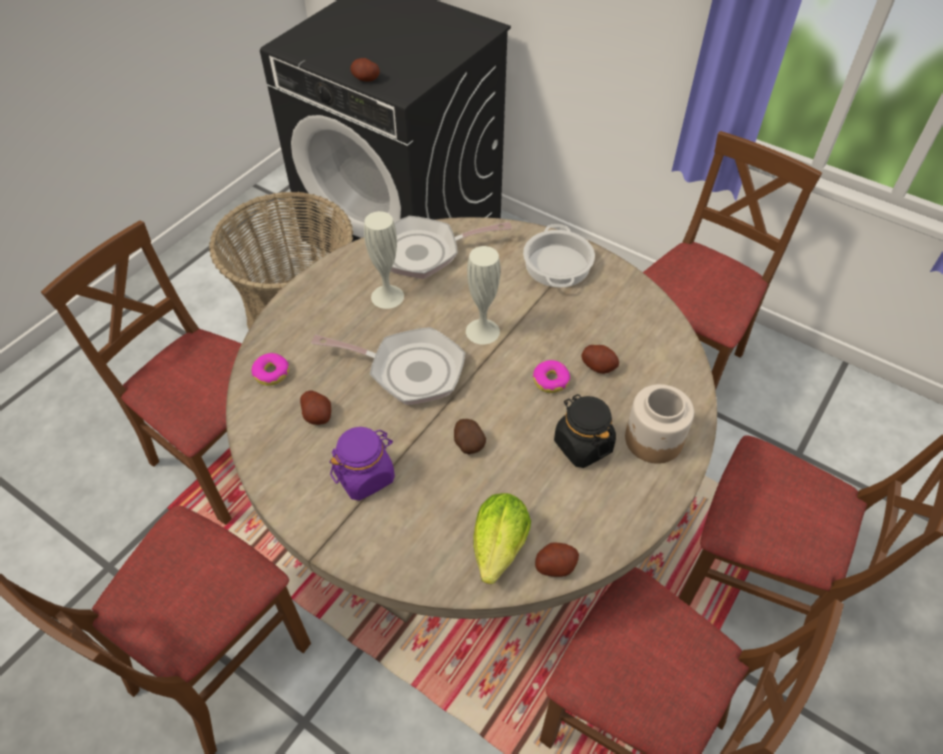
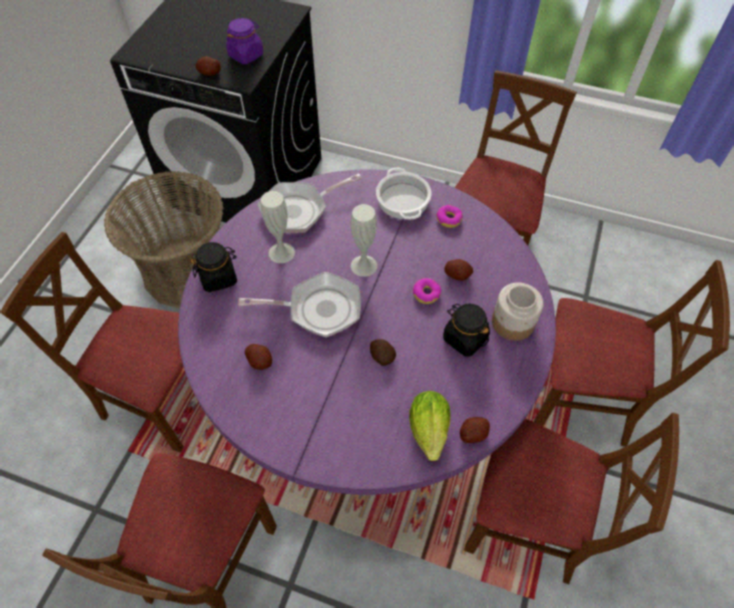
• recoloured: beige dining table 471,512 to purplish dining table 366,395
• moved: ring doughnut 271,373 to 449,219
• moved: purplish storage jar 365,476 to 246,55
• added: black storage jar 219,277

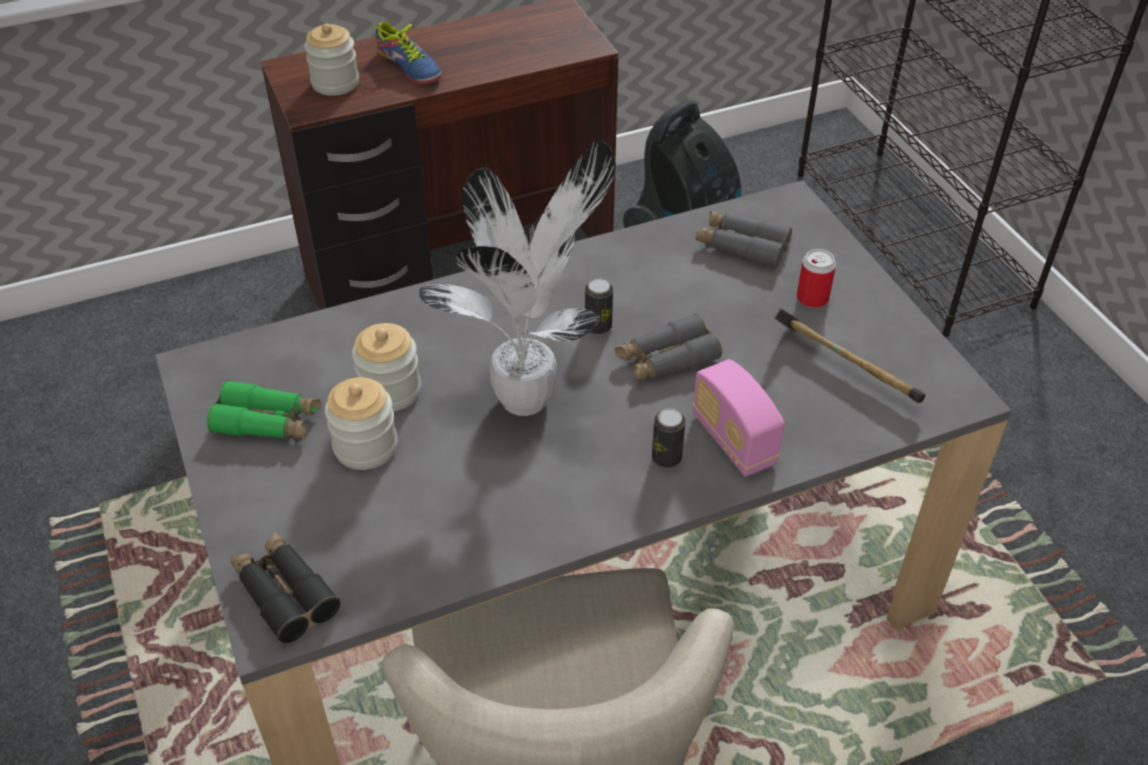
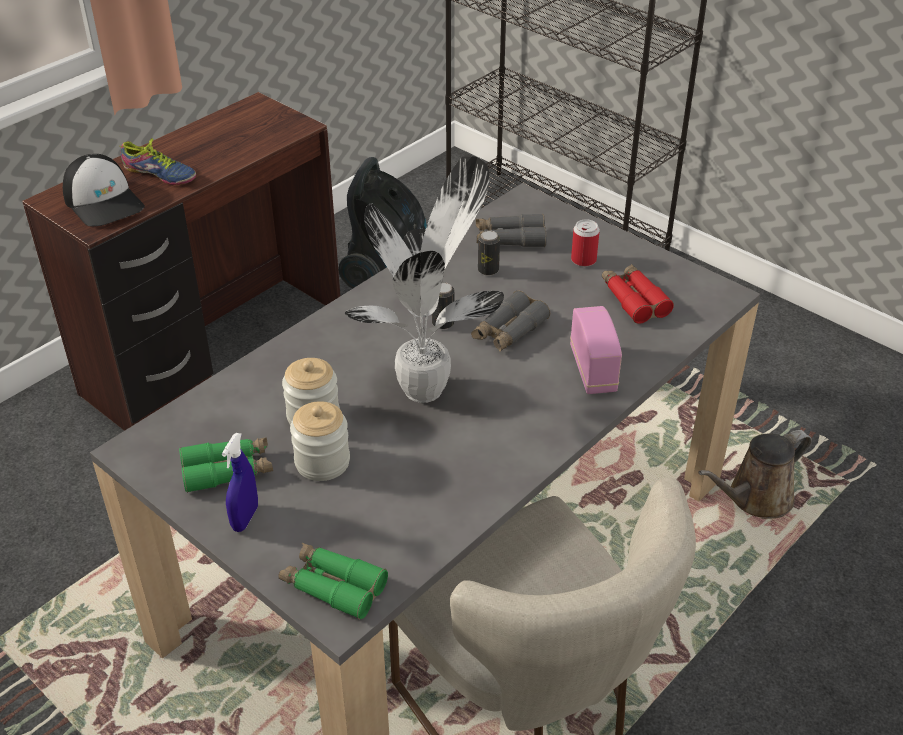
• replaced: storage jar 335,83 to cap 104,202
• replaced: tool hammer 841,367 to red binoculars 634,299
• turned: radio set 733,440 = 593,370 135 degrees counterclockwise
• moved: metal can 666,457 to 488,270
• recoloured: black binoculars 284,593 to greenish binoculars 333,586
• added: brown-coloured watering pot 755,499
• added: bluish hand sprayer 245,518

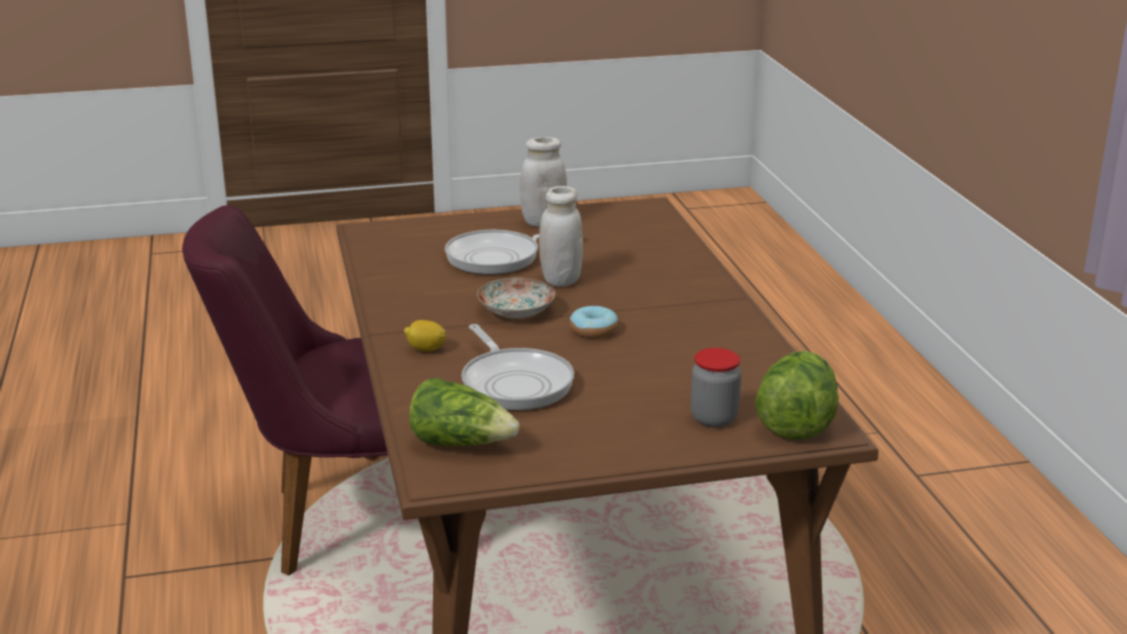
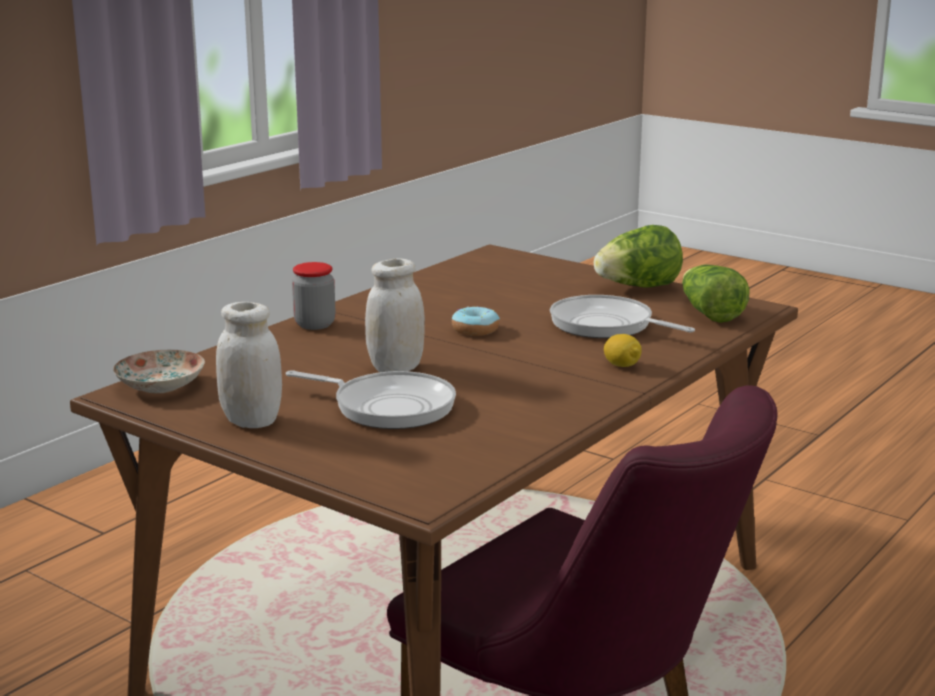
• moved: plate 517,311 to 160,385
• turned: frying pan 515,383 = 606,325 75 degrees counterclockwise
• moved: storage jar 714,418 to 315,324
• moved: lettuce head 796,423 to 638,287

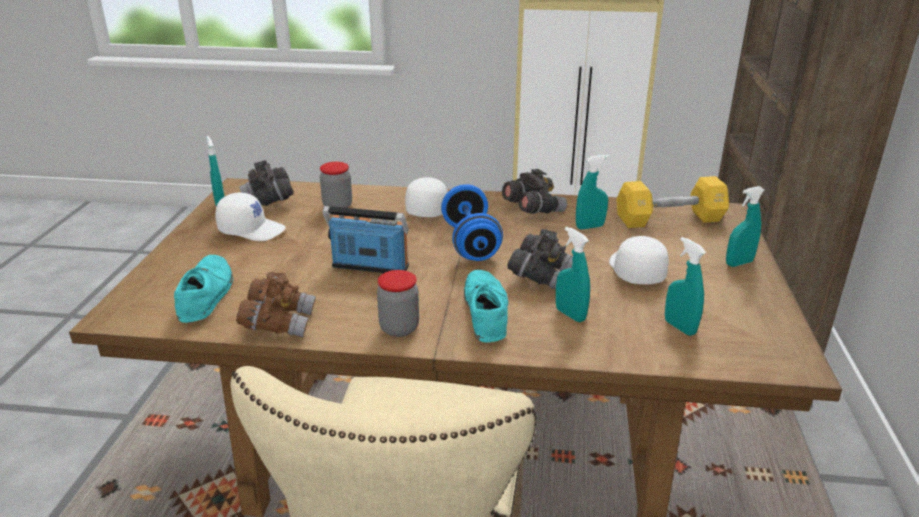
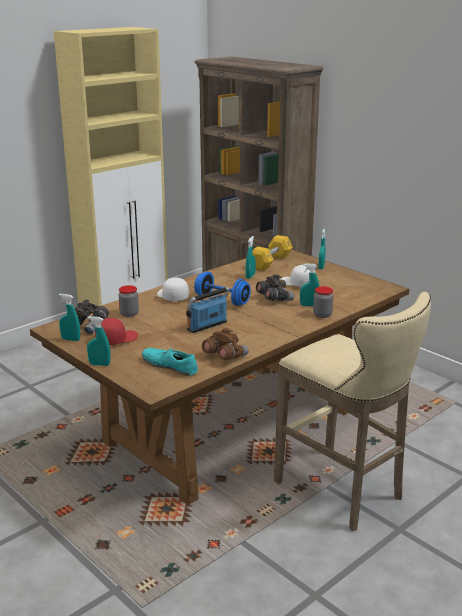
• removed: gray binoculars 532,210
• recoloured: white cap 252,229 to red cap 116,339
• moved: turquoise-coloured hand sprayer 679,327 to 99,364
• moved: storage jar 399,328 to 322,315
• removed: turquoise-coloured item of footwear 485,312

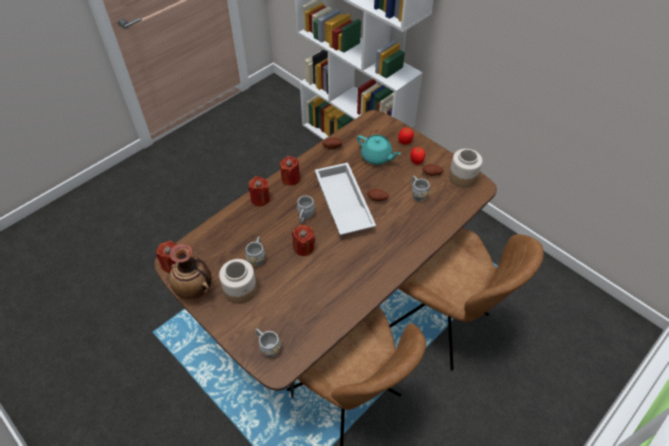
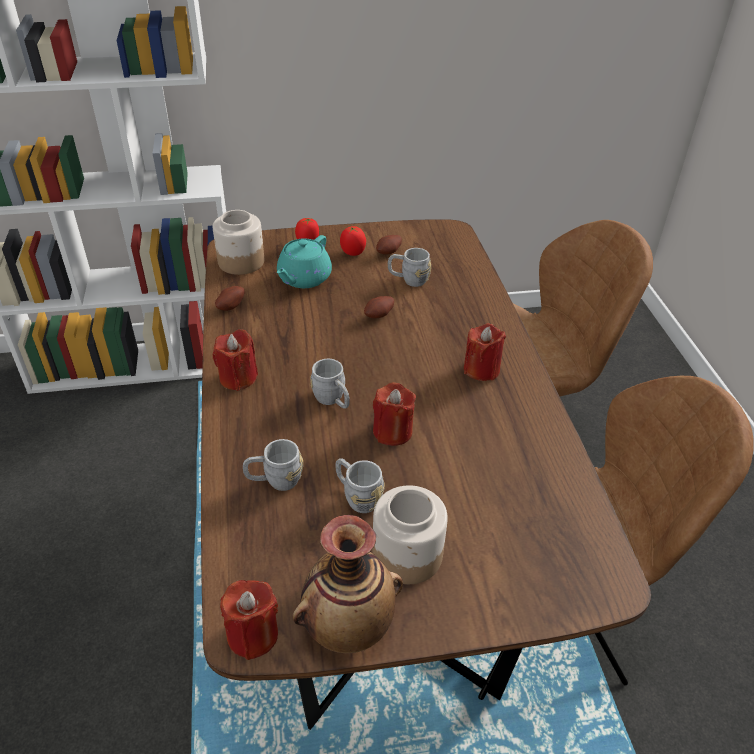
• turned: turquoise-coloured tea pot 377,157 = 303,278 135 degrees clockwise
• moved: storage jar 462,177 to 240,262
• removed: white carrying tray 342,203
• moved: red wax candle 260,199 to 481,369
• moved: gray tea mug 267,346 to 275,480

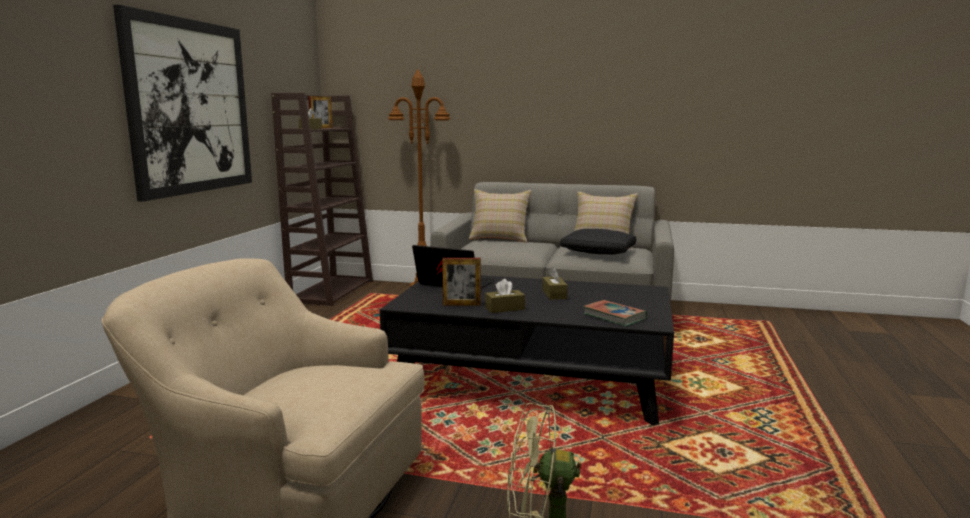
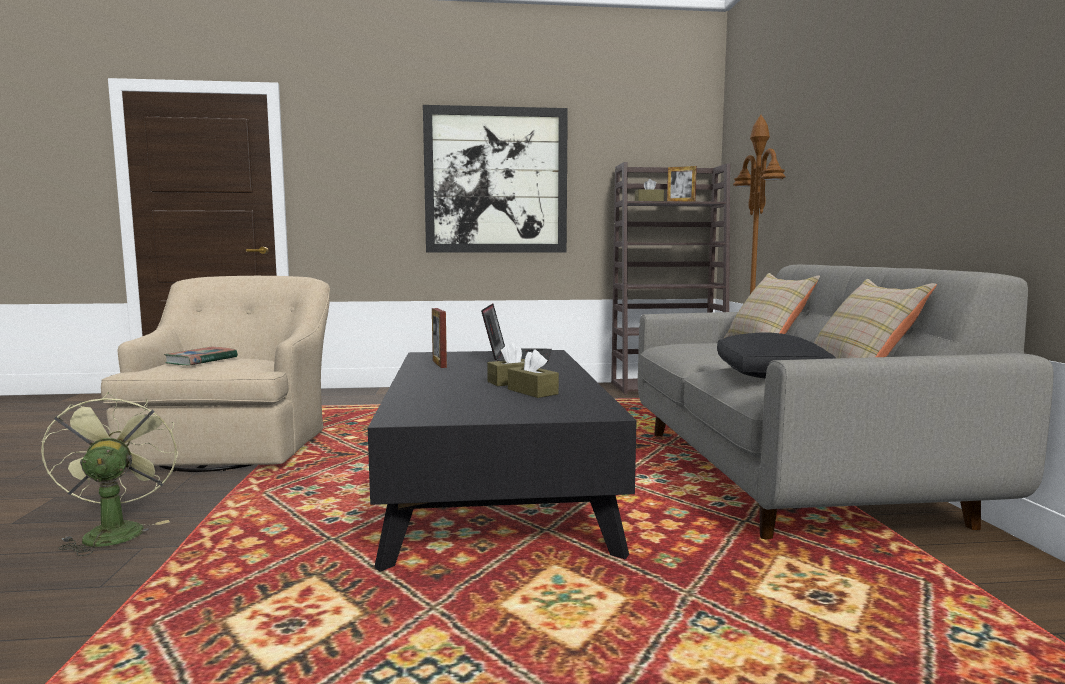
• moved: brown-coloured tissue holder 504,308 to 532,391
• moved: bound book 614,316 to 202,360

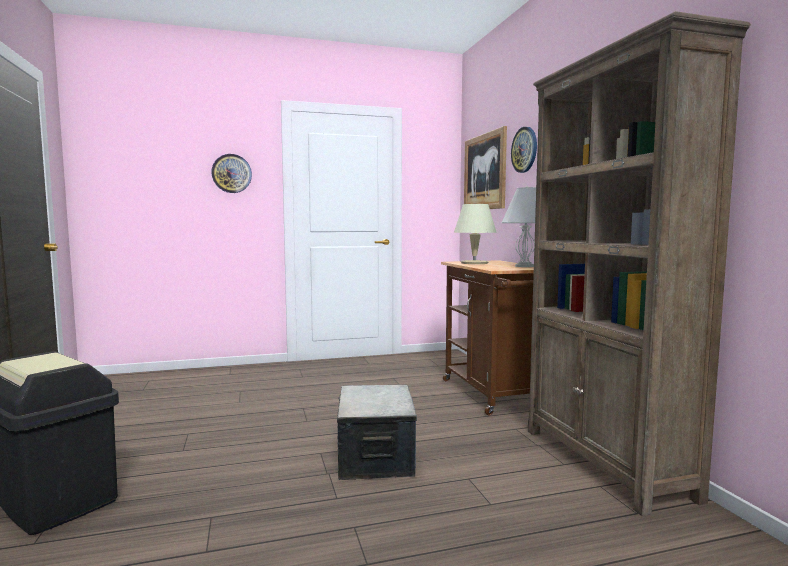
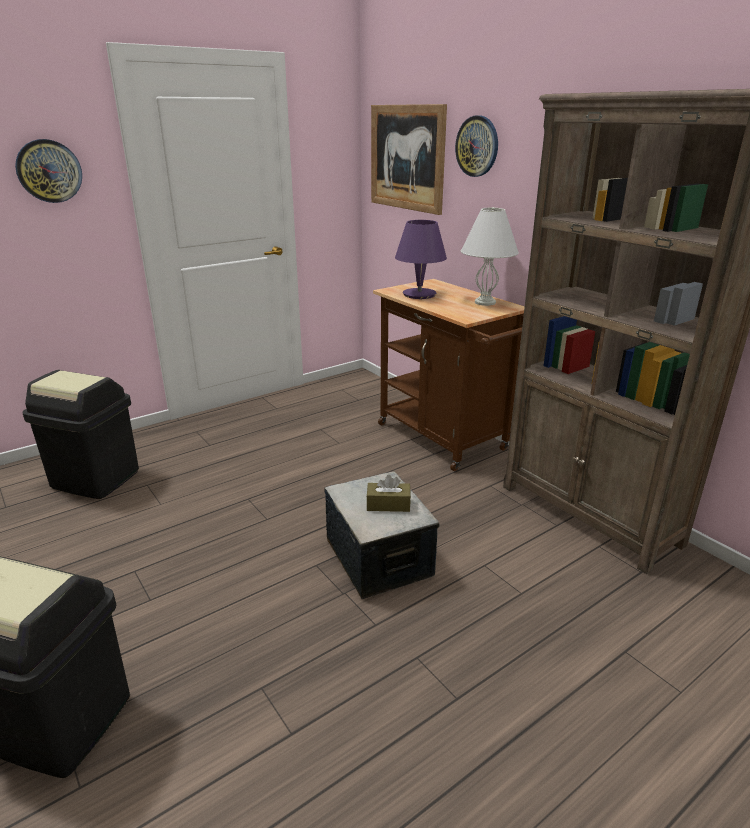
• recoloured: beige lamp for a table 474,263 to purplish lamp for a table 419,294
• added: black trash can 95,479
• added: brown-coloured tissue holder 388,504

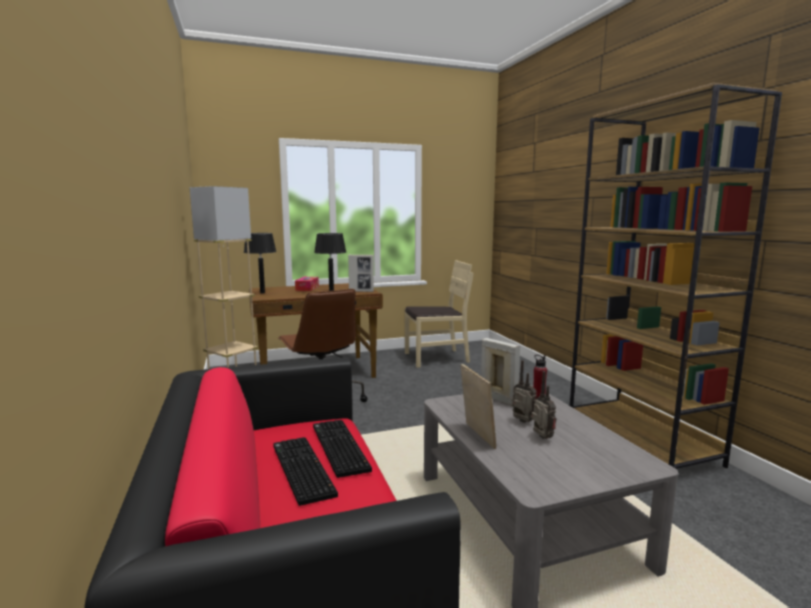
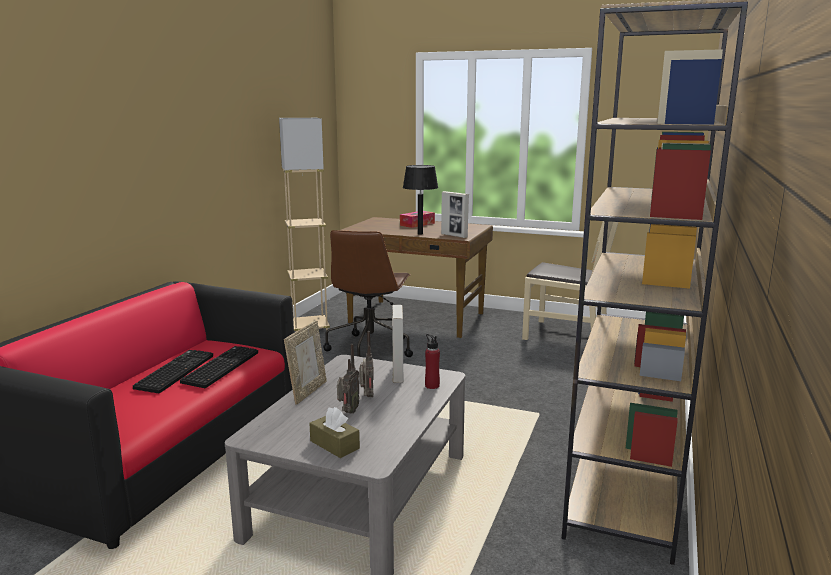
• removed: black lamp for a table 262,293
• added: brown-coloured tissue holder 334,445

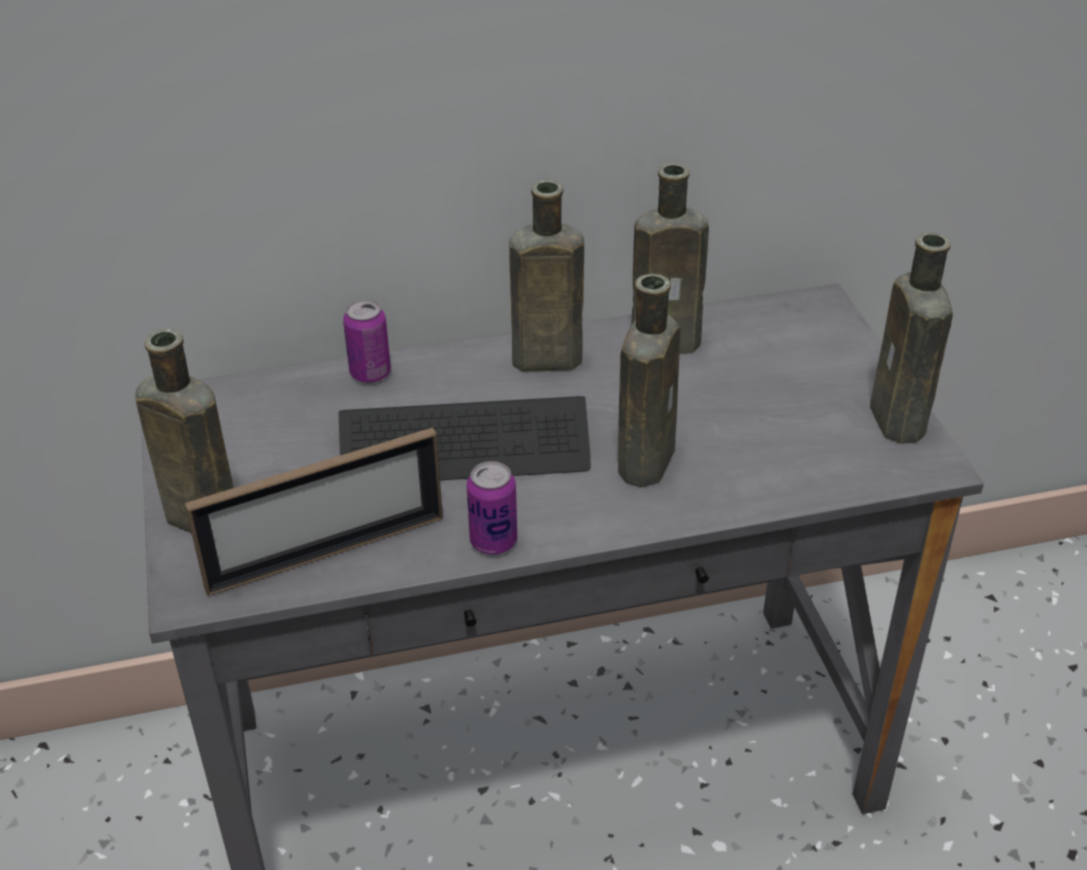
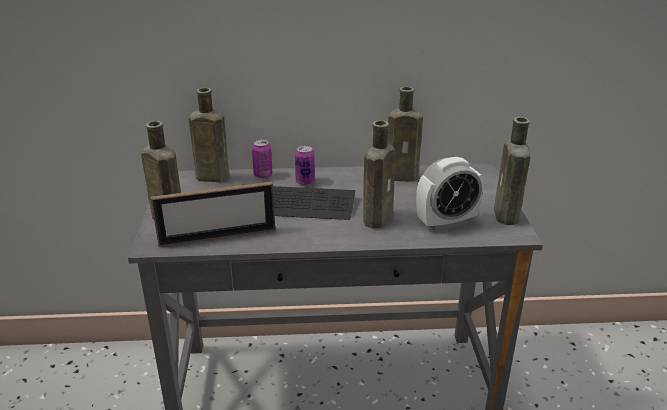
• moved: brown-coloured bottle 541,360 to 210,177
• moved: metal can 493,541 to 305,182
• added: bedside clock 446,222

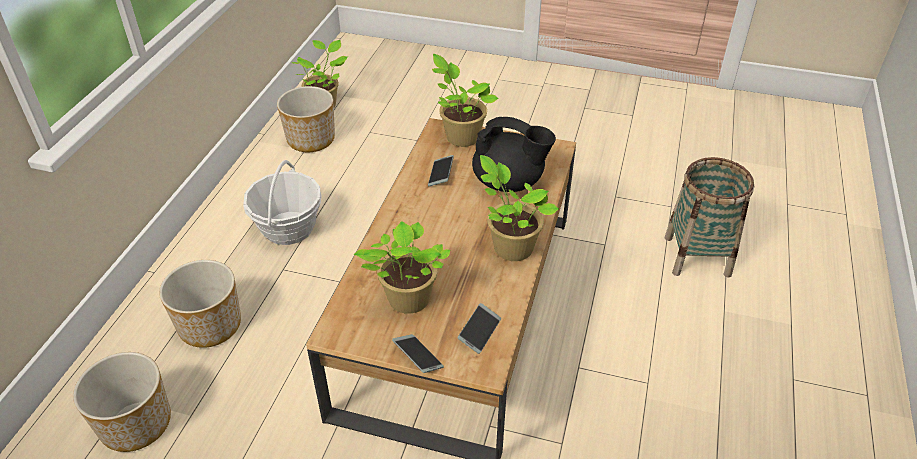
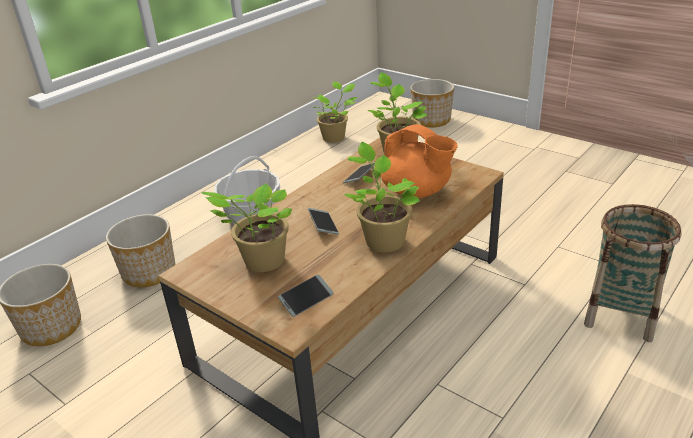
• moved: planter 310,139 to 431,120
• recoloured: black tea pot 509,182 to orange-coloured tea pot 417,192
• moved: telephone 418,357 to 323,225

